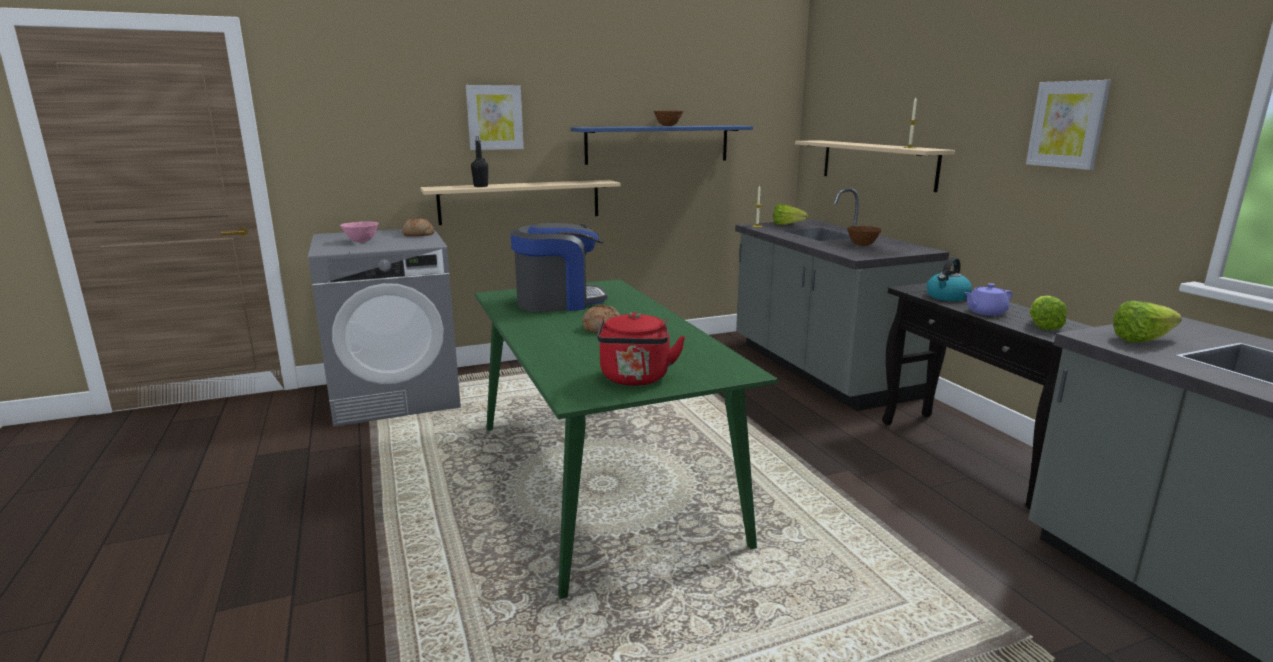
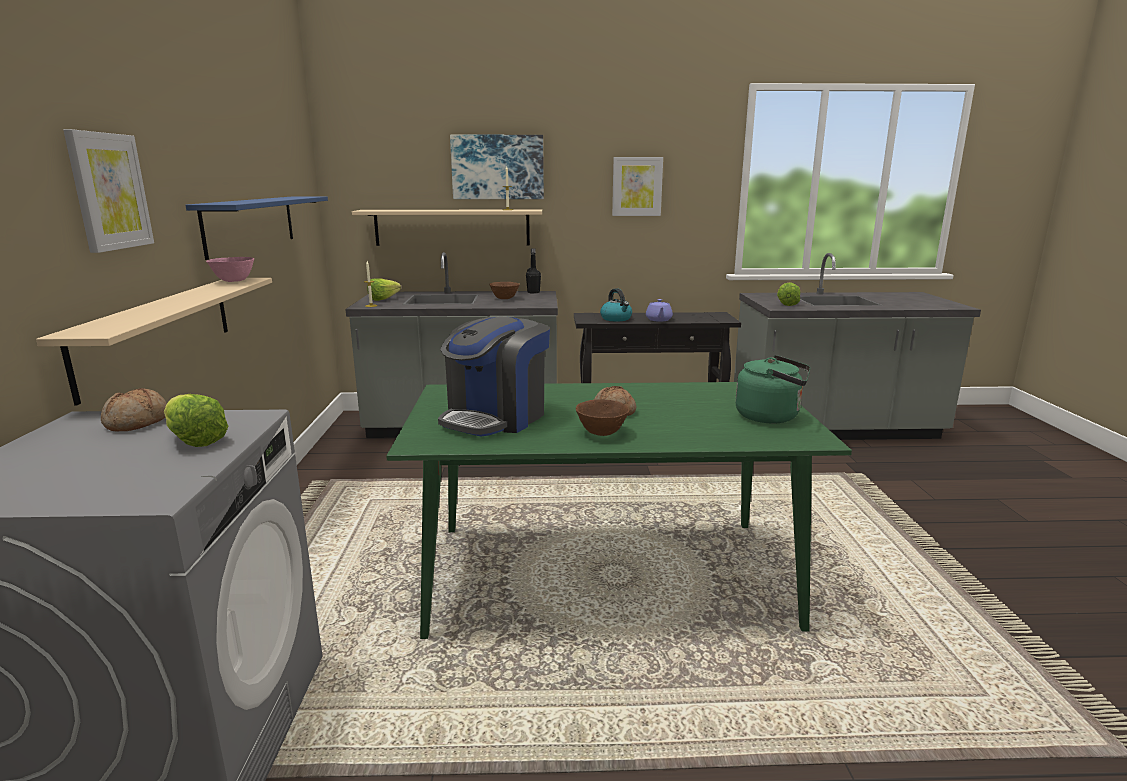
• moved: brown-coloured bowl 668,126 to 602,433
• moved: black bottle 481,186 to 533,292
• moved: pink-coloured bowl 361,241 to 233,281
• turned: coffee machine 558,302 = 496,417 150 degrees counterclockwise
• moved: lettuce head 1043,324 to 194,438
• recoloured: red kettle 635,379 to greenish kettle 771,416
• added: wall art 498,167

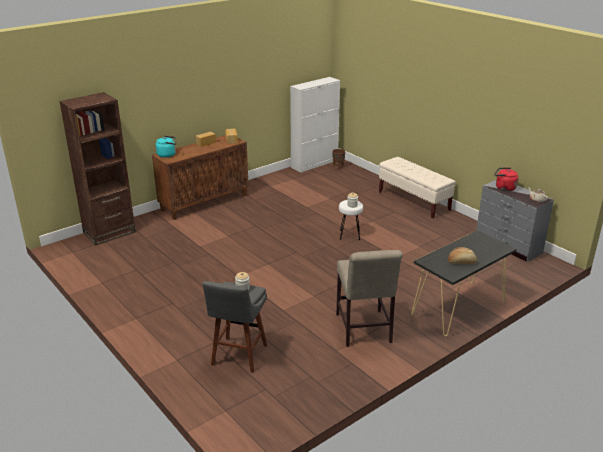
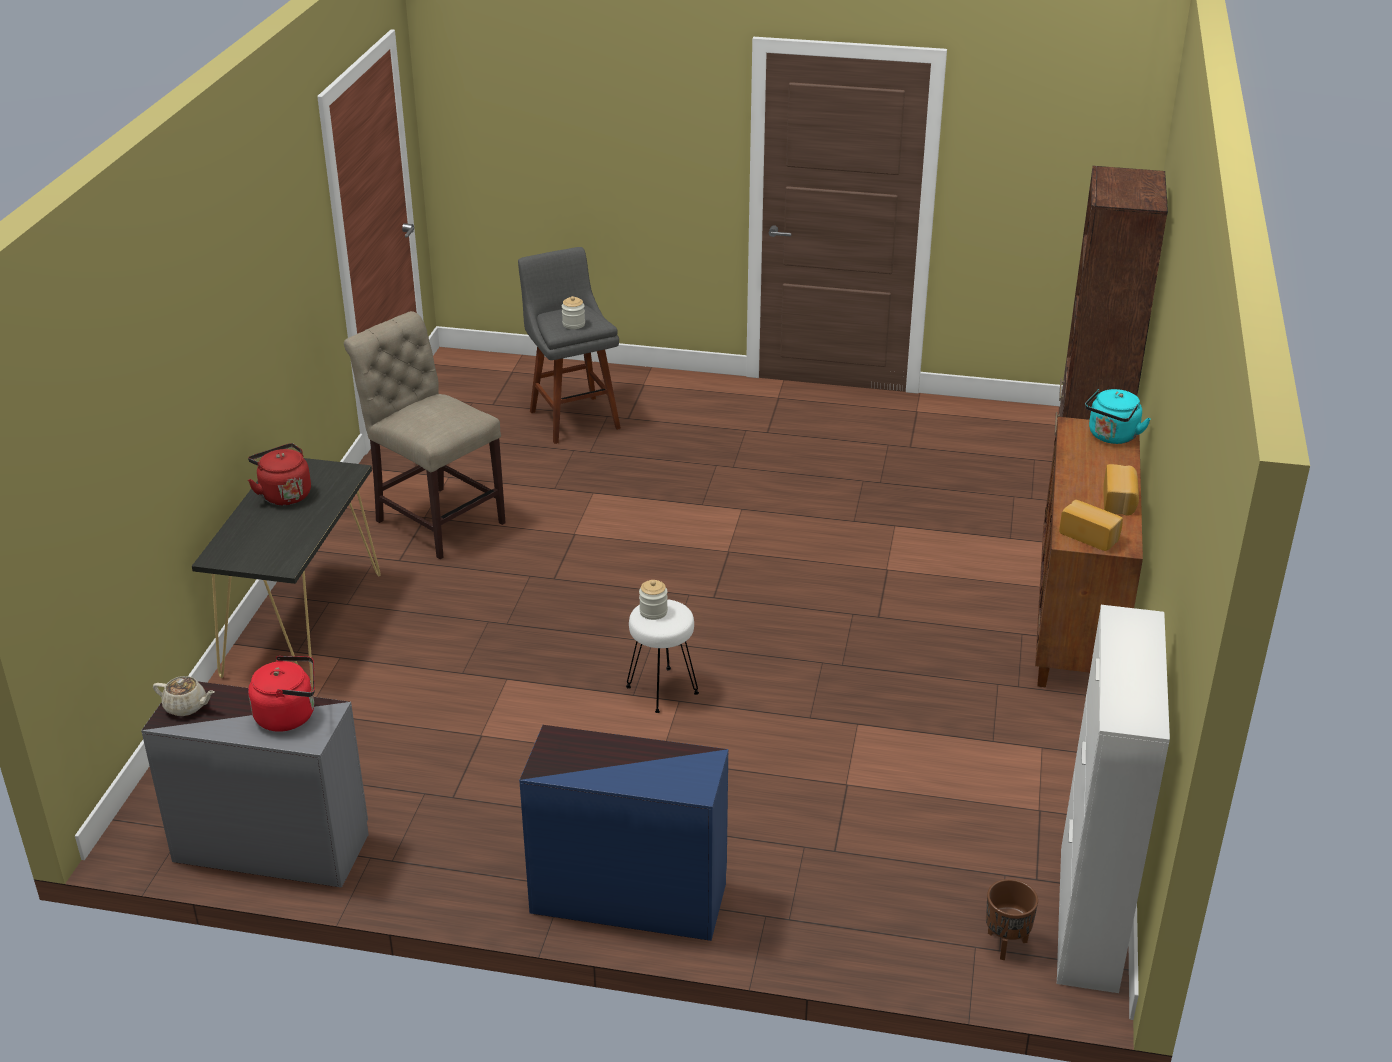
• replaced: beige bench 414,201 to bluish drawer chest 628,896
• replaced: baked bread 461,262 to red kettle 284,494

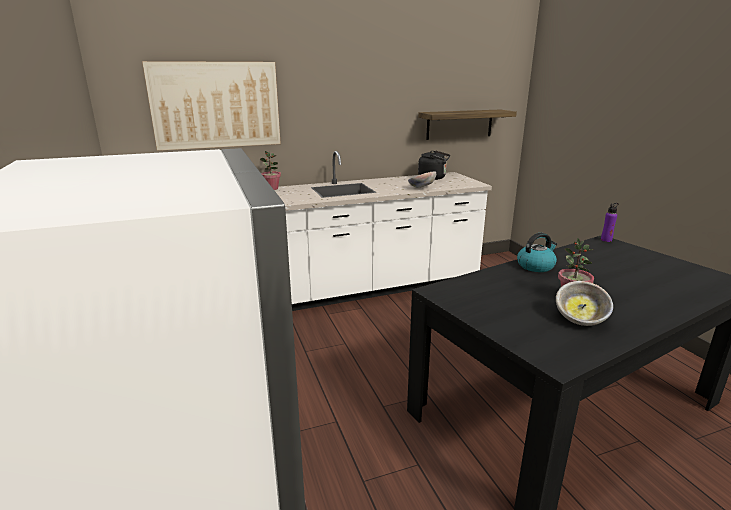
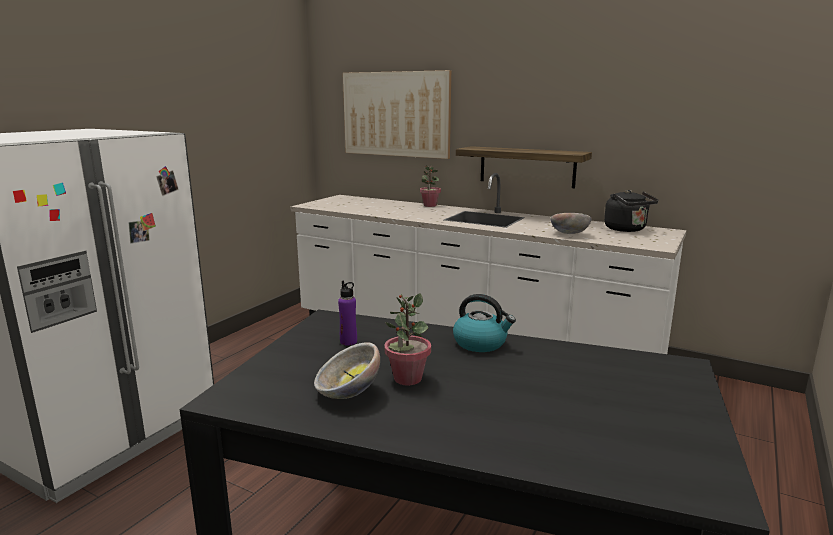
• moved: shelf 459,124 to 527,166
• moved: purplish bottle 606,240 to 348,341

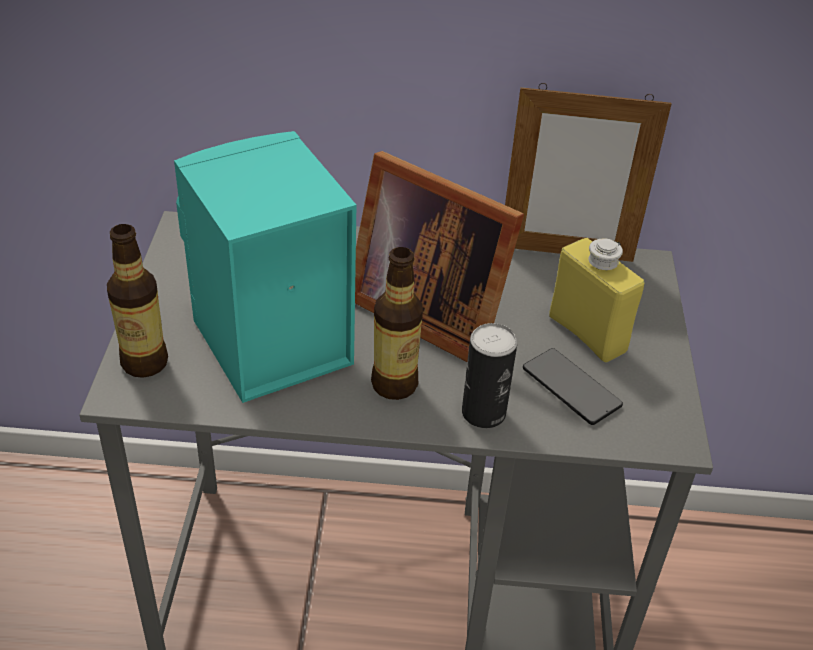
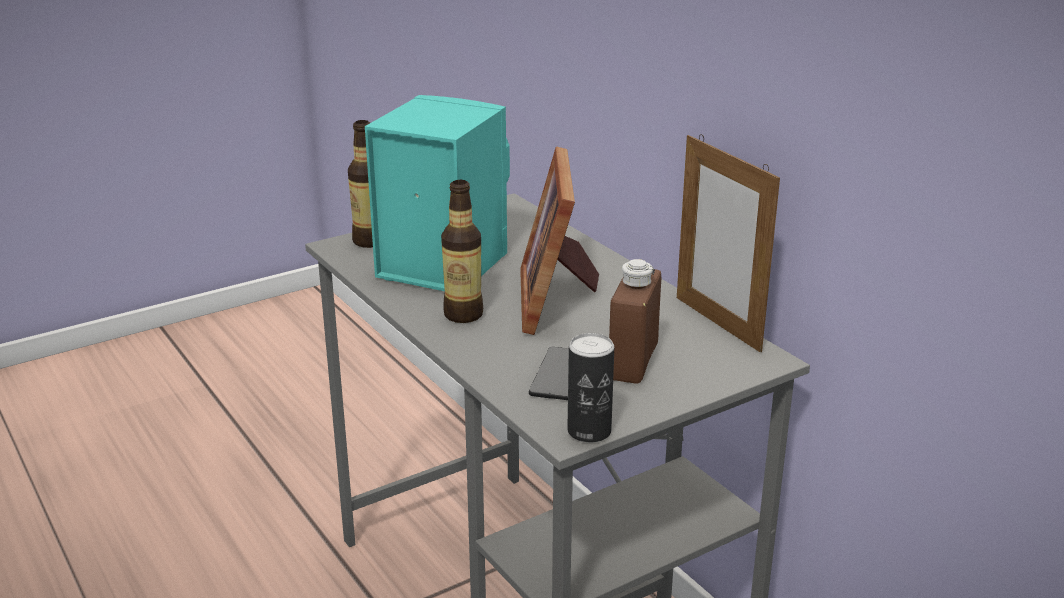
• recoloured: yellowish bottle 587,333 to brown-coloured bottle 633,362
• moved: metal can 483,413 to 589,431

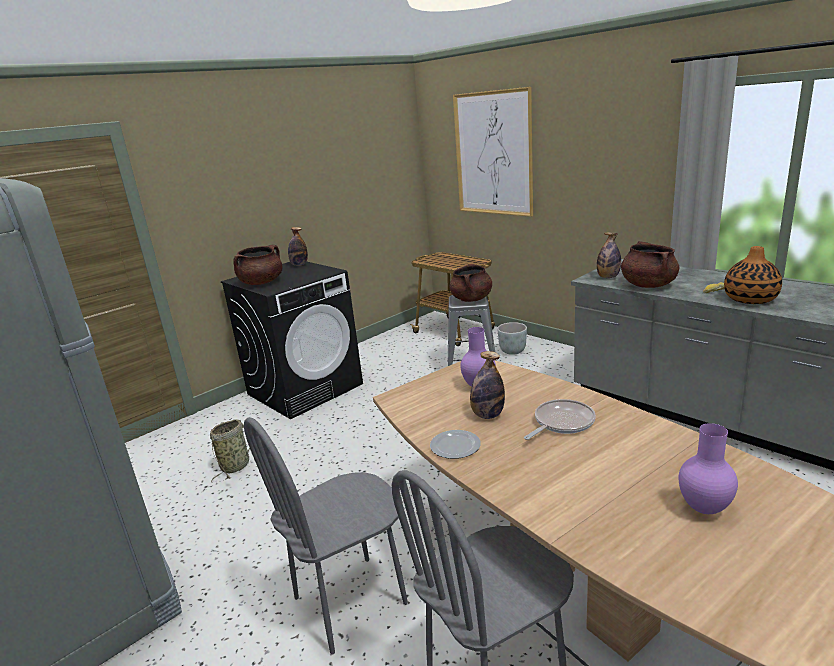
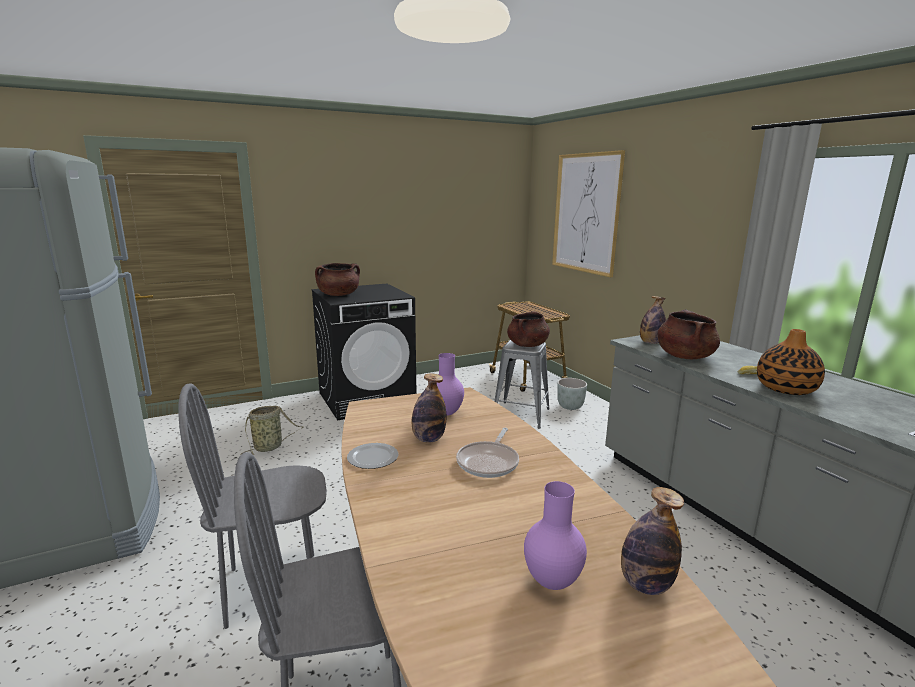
• moved: bottle 299,265 to 645,585
• turned: frying pan 561,423 = 489,462 135 degrees clockwise

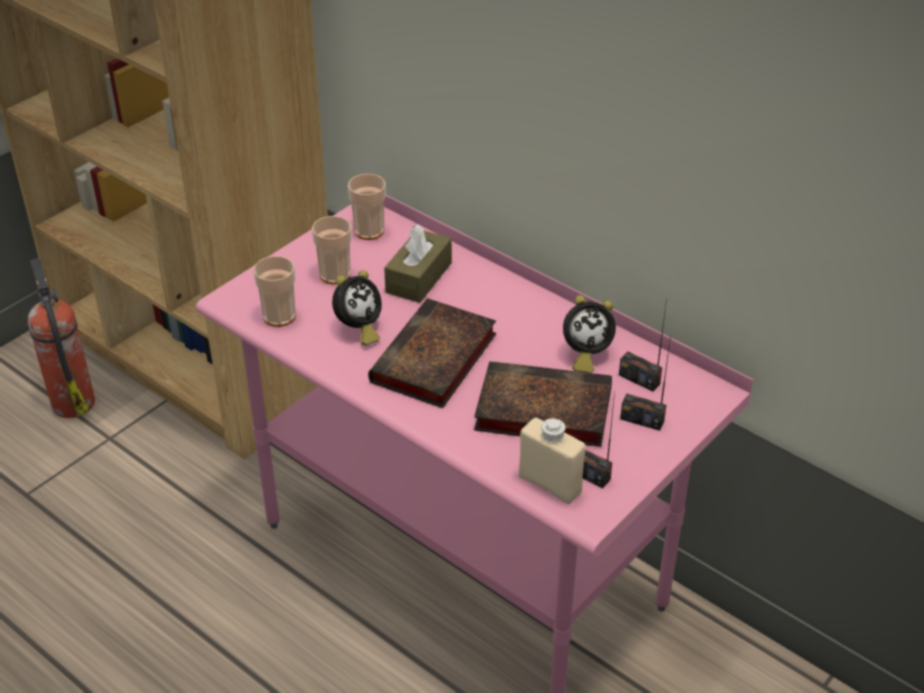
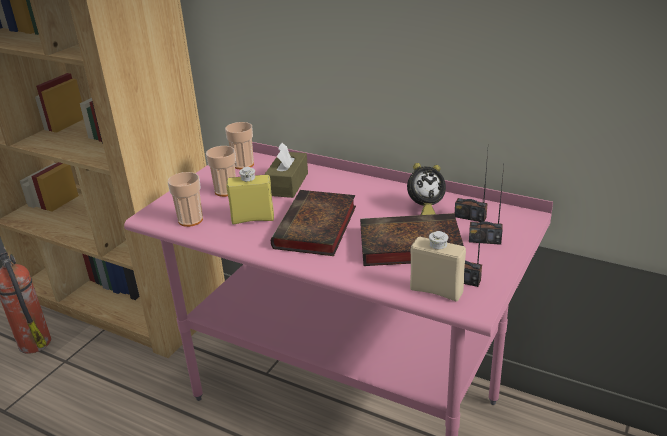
• replaced: bedside clock 358,329 to yellowish bottle 253,219

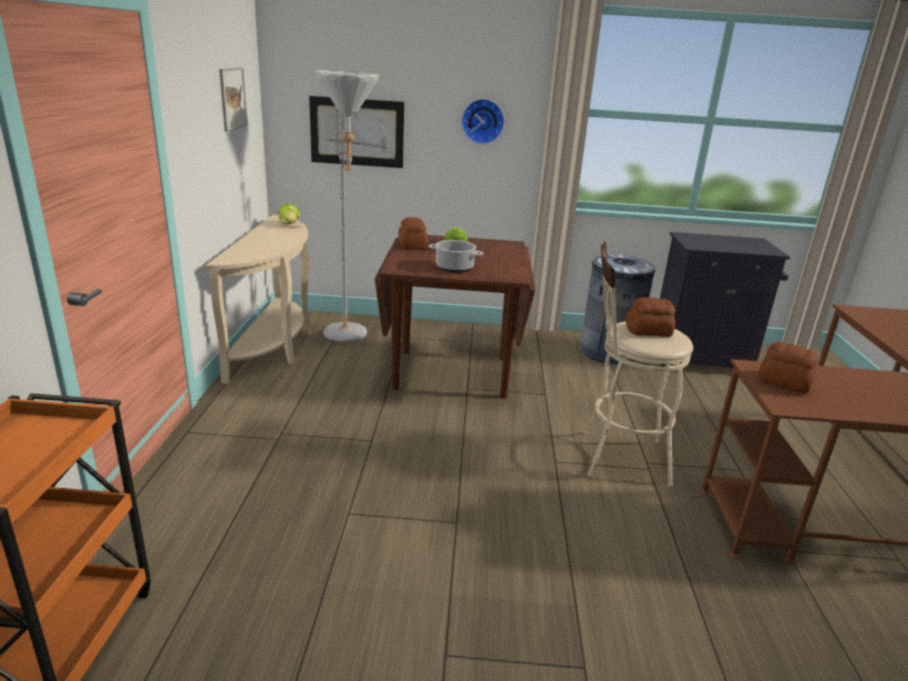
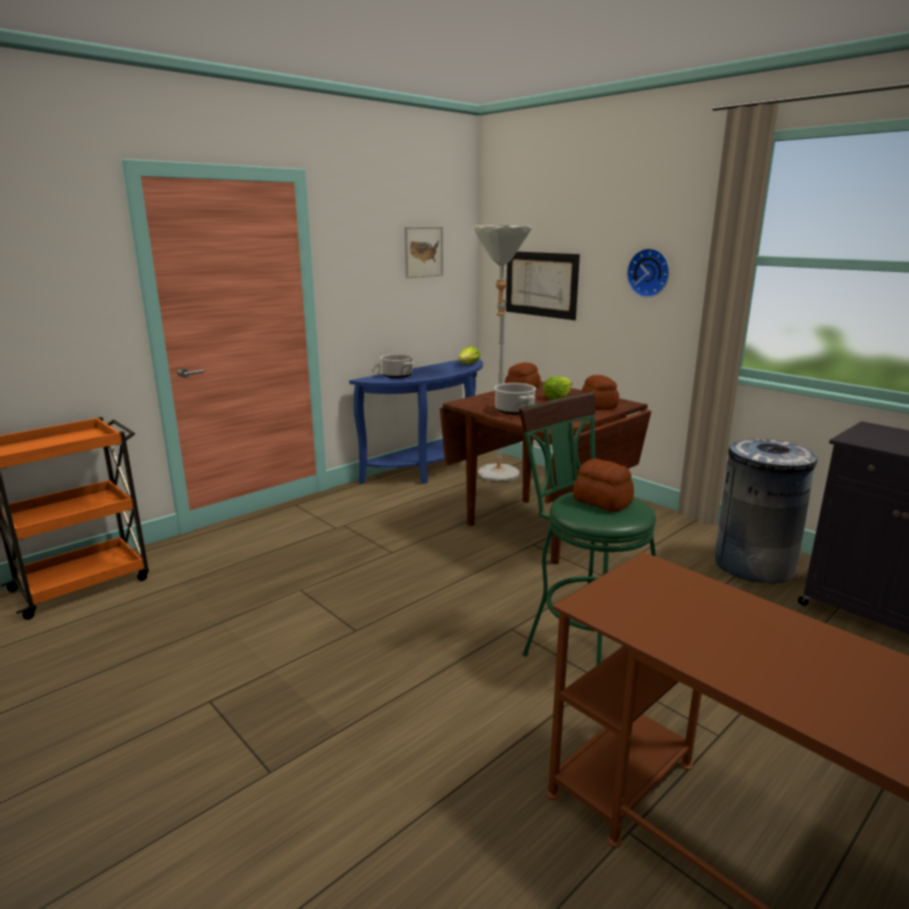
• recoloured: beige narrow table 275,346 to bluish narrow table 431,469
• recoloured: beige sitting stool 615,457 to greenish sitting stool 580,653
• moved: baked bread 783,381 to 599,405
• added: stockpot 397,375

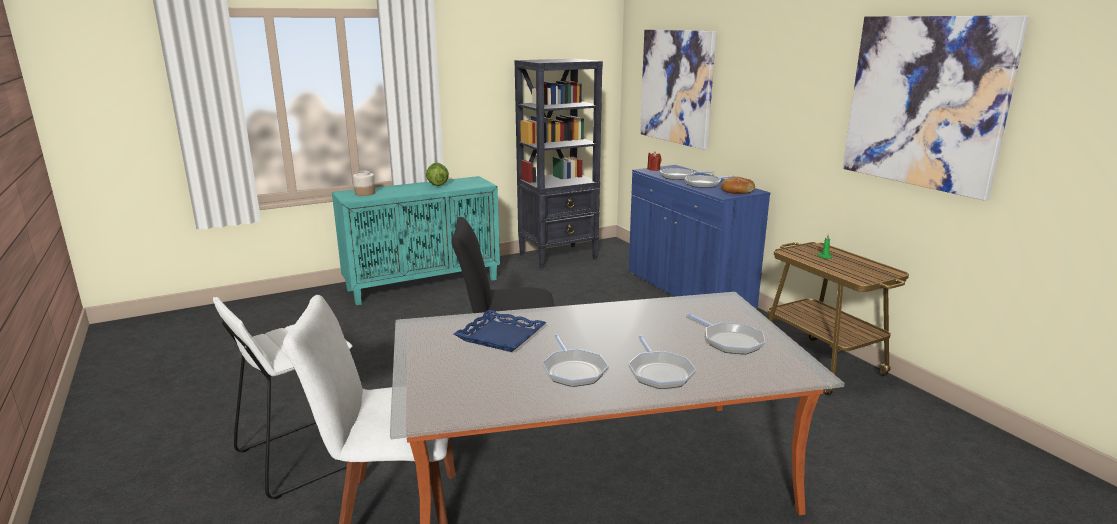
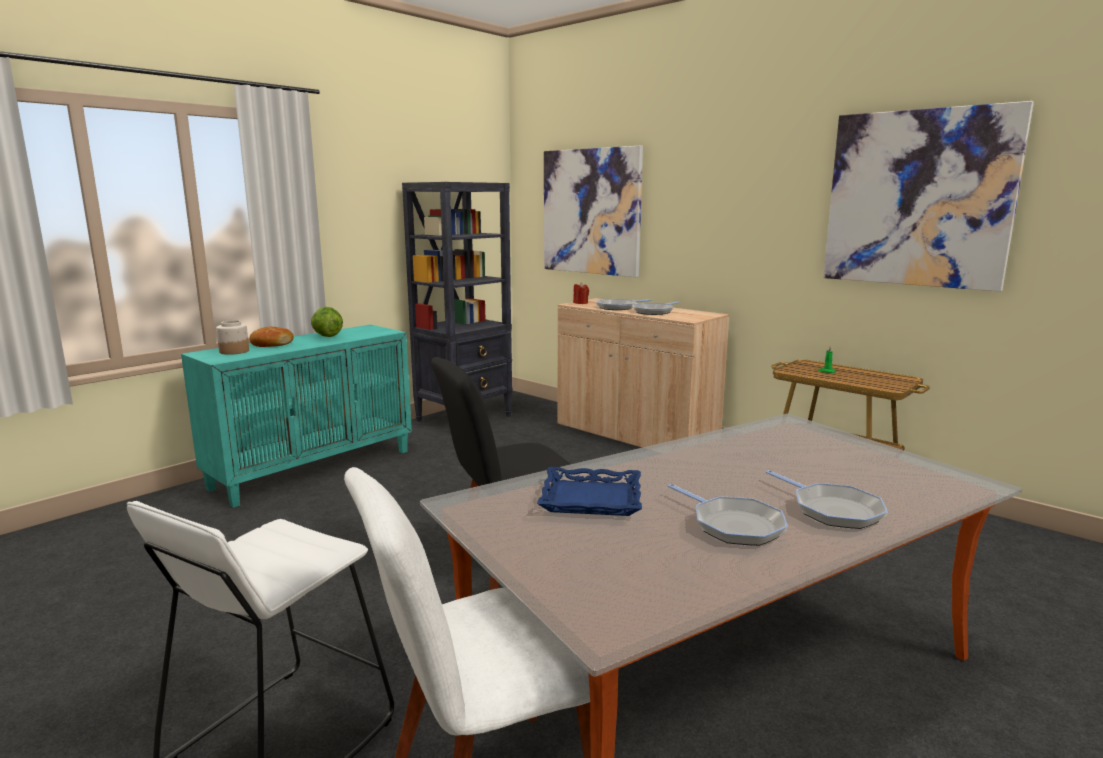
• recoloured: bluish storage cabinet 688,290 to beige storage cabinet 635,435
• moved: baked bread 736,191 to 271,344
• removed: frying pan 730,341

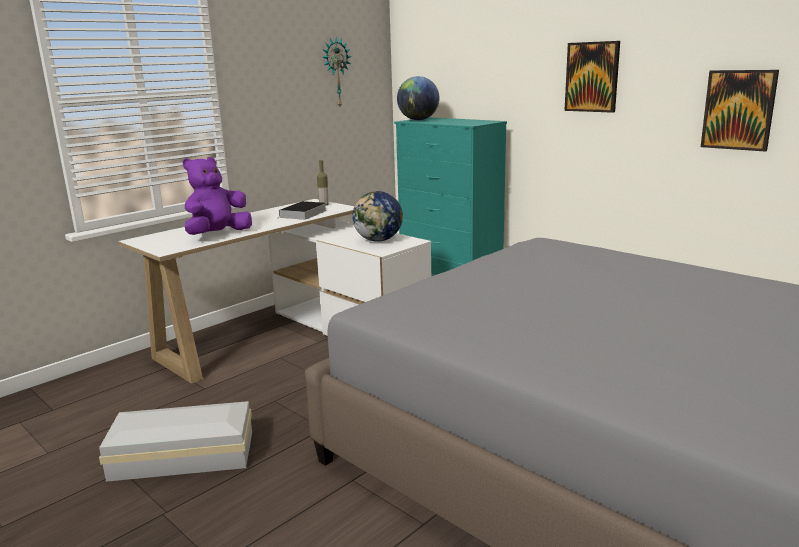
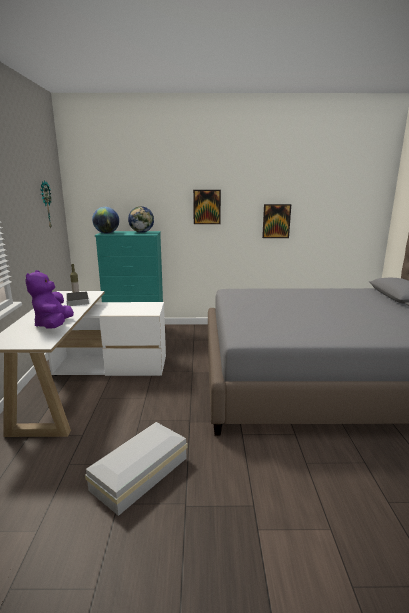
• moved: globe 378,240 to 142,232

